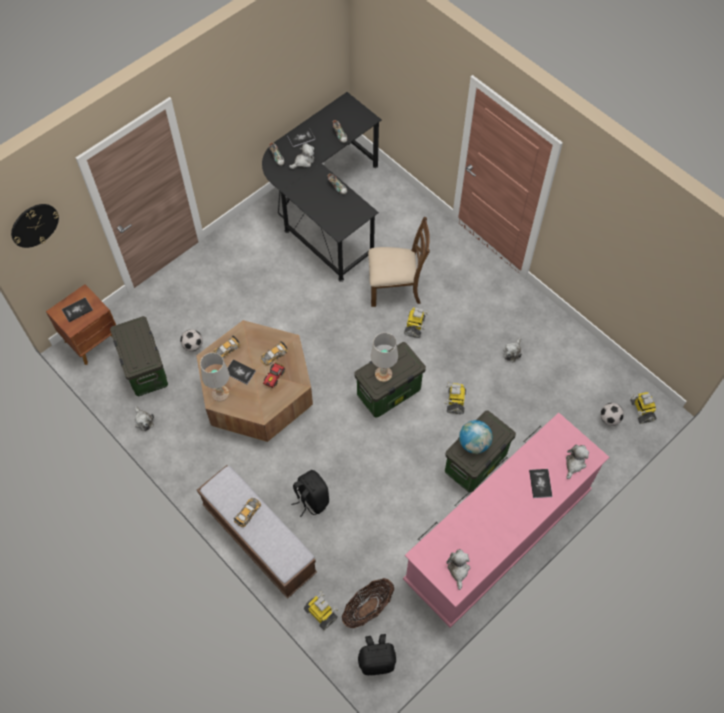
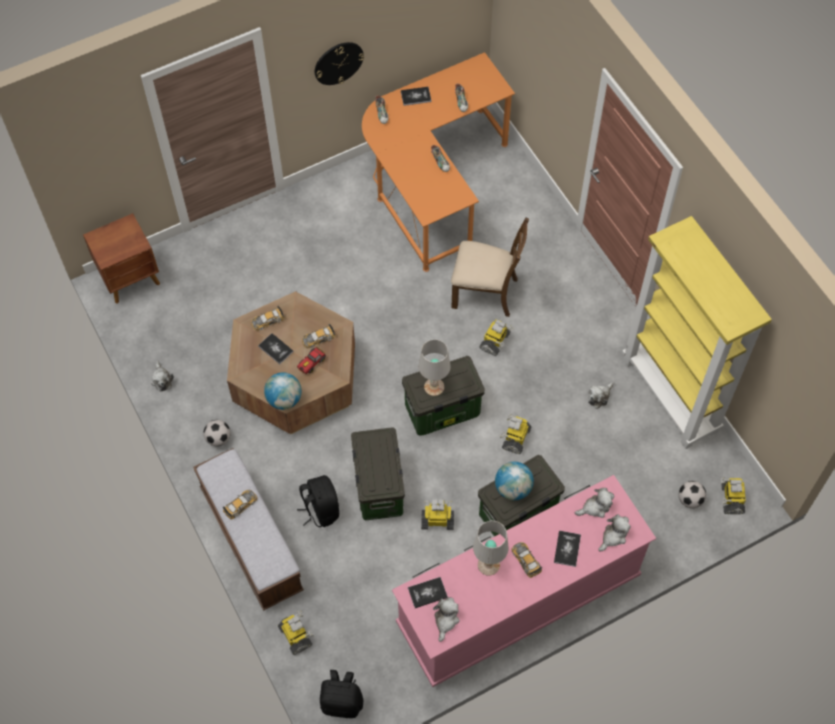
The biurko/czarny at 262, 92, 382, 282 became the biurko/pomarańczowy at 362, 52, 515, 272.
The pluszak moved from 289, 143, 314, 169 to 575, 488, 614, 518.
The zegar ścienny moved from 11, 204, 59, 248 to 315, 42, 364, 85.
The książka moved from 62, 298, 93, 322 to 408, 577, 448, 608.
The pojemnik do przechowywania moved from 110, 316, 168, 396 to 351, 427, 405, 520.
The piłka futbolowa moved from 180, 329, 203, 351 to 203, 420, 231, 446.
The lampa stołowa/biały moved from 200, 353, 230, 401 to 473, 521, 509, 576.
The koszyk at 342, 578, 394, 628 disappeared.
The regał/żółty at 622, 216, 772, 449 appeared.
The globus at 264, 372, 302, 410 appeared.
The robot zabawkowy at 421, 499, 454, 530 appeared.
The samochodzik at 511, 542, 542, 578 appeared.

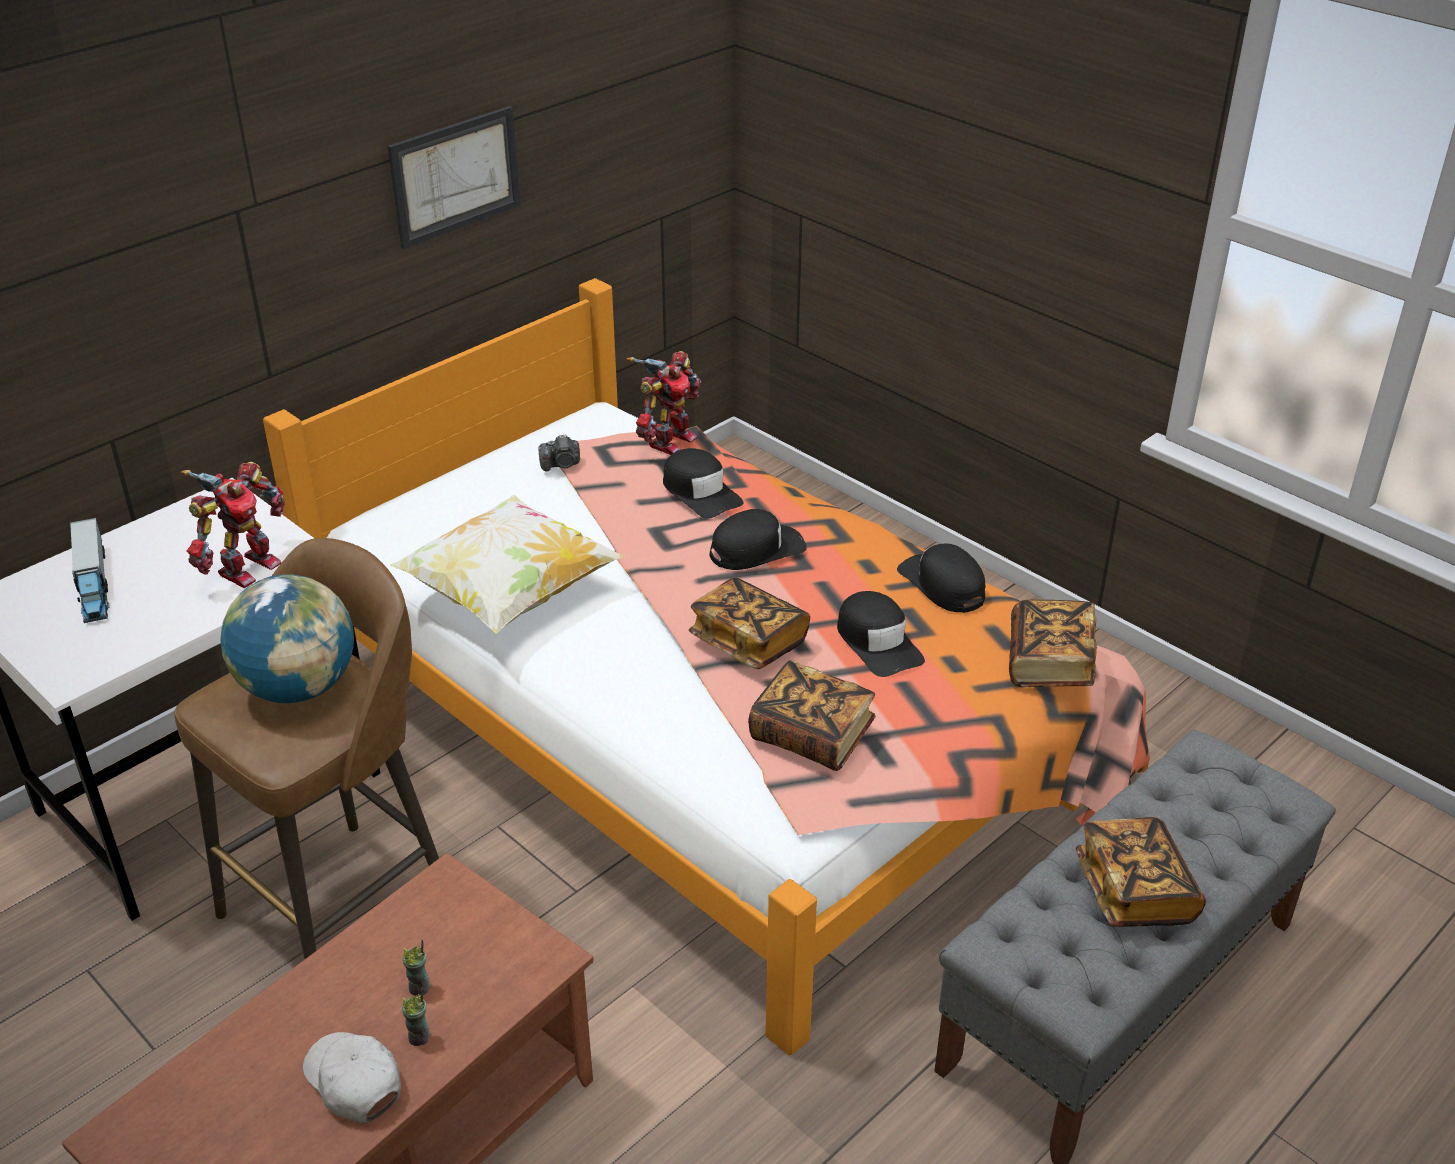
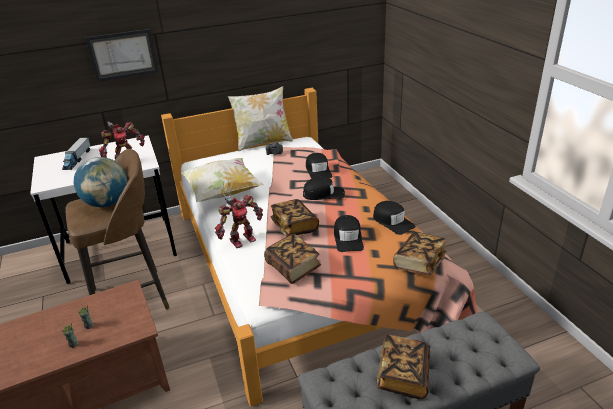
The obraz moved from 388, 106, 521, 249 to 85, 29, 158, 82.
The robot zabawkowy moved from 626, 351, 701, 455 to 215, 194, 263, 248.
The czapka z daszkiem/czarny at 897, 543, 985, 613 turned 150 degrees clockwise.
The czapka z daszkiem/biały at 303, 1032, 401, 1123 disappeared.
The poduszka at 228, 86, 293, 152 appeared.

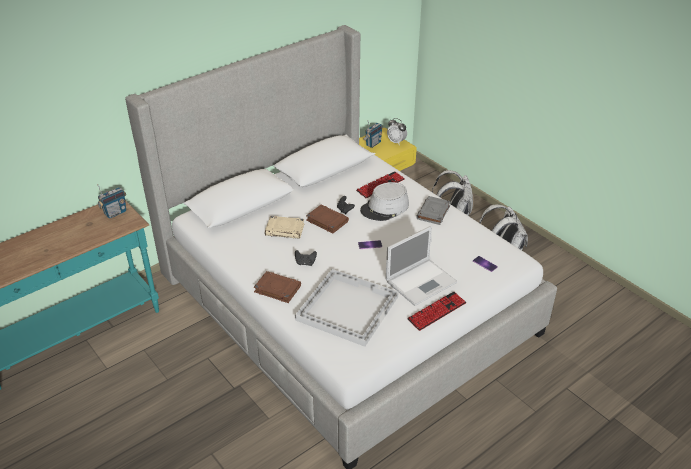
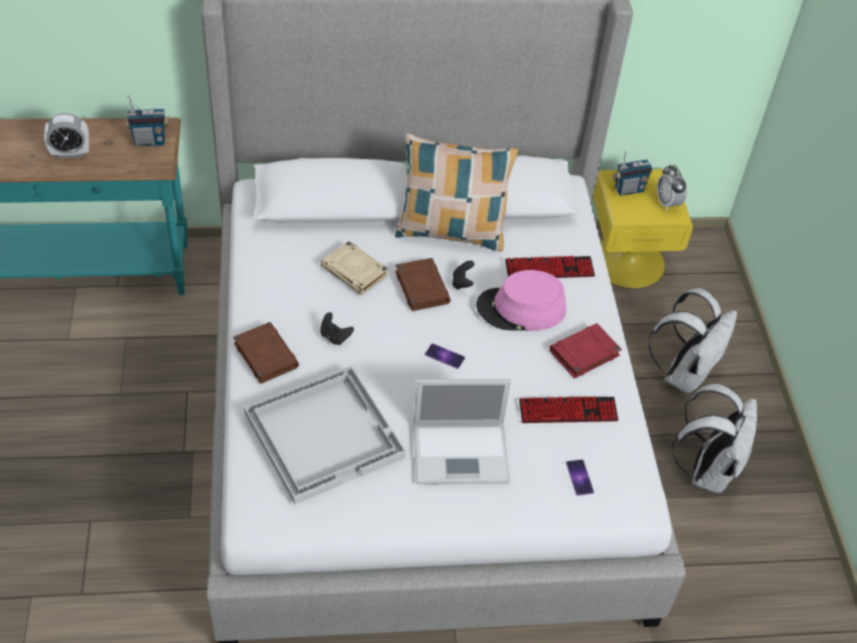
The kapelusz/szary at 360, 182, 409, 221 became the kapelusz/różowy at 476, 270, 566, 331.
The książka/szary at 416, 196, 451, 225 became the książka/czerwony at 550, 323, 622, 379.
The klawiatura moved from 407, 292, 466, 331 to 519, 396, 618, 423.
The budzik at 44, 113, 89, 158 appeared.
The poduszka at 395, 133, 519, 252 appeared.

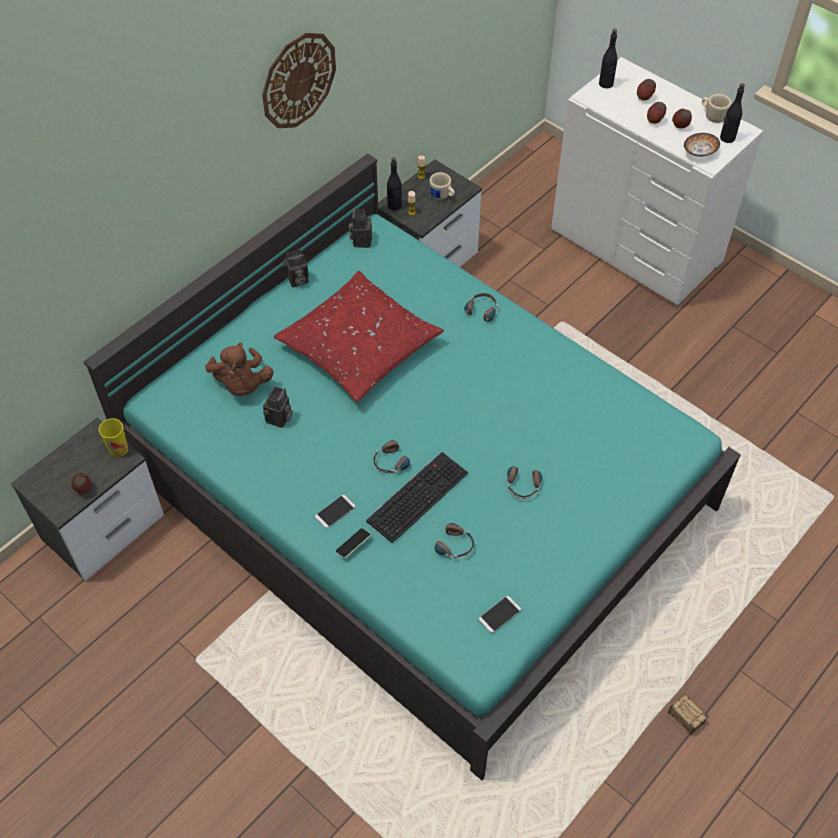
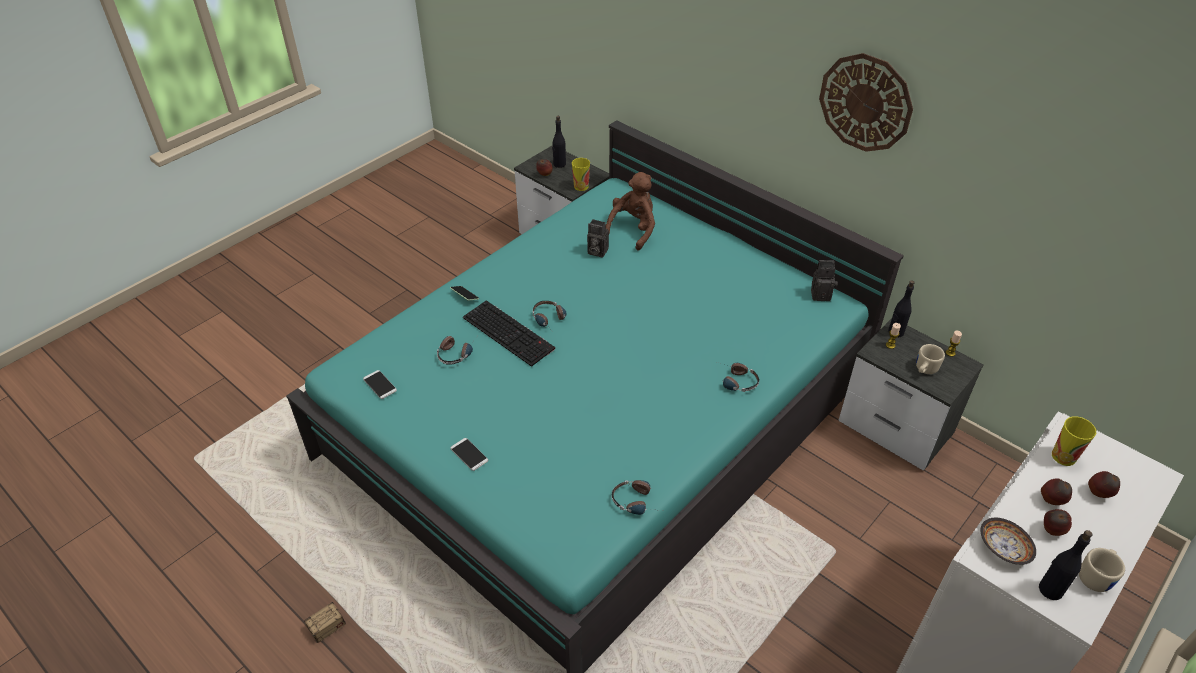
The butelka/czarny moved from 599, 29, 618, 88 to 552, 116, 566, 168.
The aparat fotograficzny at 282, 249, 309, 287 disappeared.
The poduszka/czerwony at 274, 271, 444, 402 disappeared.
The pluszak/brązowy at 205, 343, 273, 396 turned 135 degrees clockwise.
The słuchawki moved from 507, 458, 542, 499 to 612, 480, 662, 515.
The telefon moved from 315, 495, 356, 528 to 451, 438, 488, 471.
The filiżanka at 1052, 416, 1096, 466 appeared.

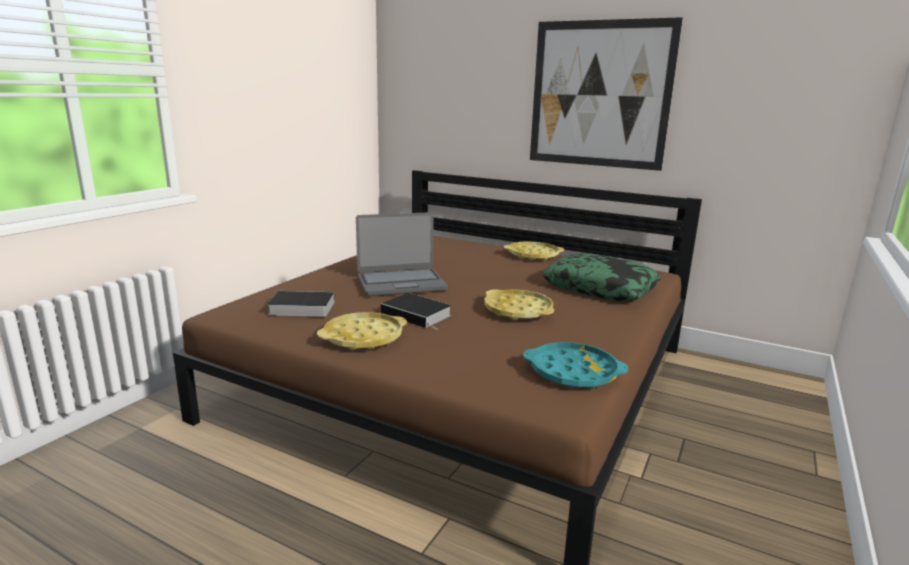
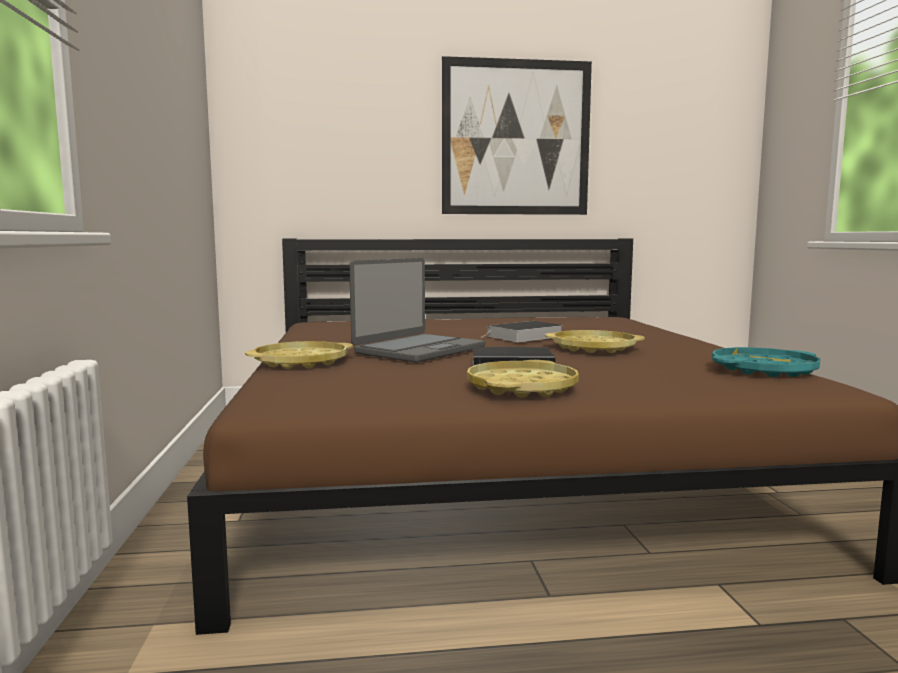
The taca/żółty moved from 504, 241, 564, 260 to 245, 341, 353, 369.
The poduszka at 543, 254, 661, 301 disappeared.
The książka moved from 267, 291, 335, 317 to 480, 321, 563, 342.

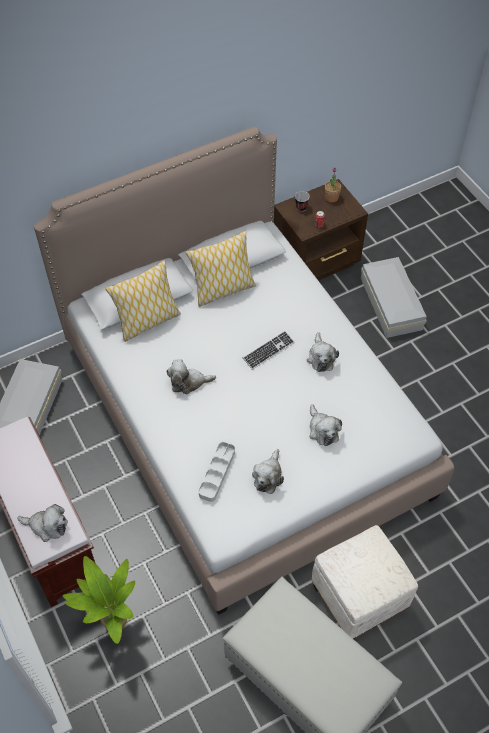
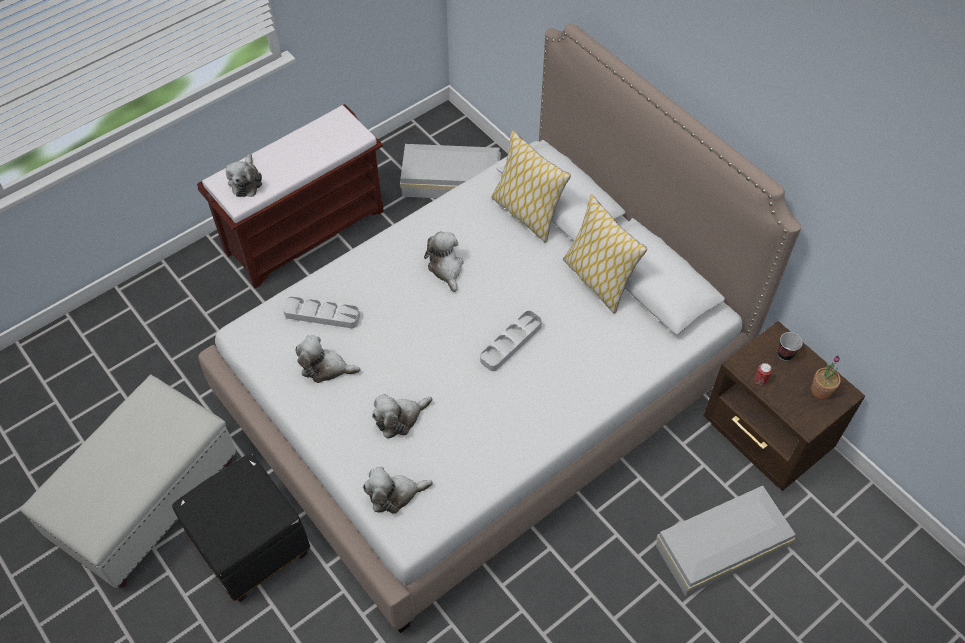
The klawiatura at 243, 331, 294, 370 was replaced by the taca/szary at 480, 311, 542, 371.
The pluszak moved from 307, 332, 339, 372 to 363, 467, 433, 514.
The pufa/biały at 312, 525, 418, 639 became the pufa/czarny at 172, 454, 310, 602.
The roślina doniczkowa at 62, 556, 135, 644 disappeared.

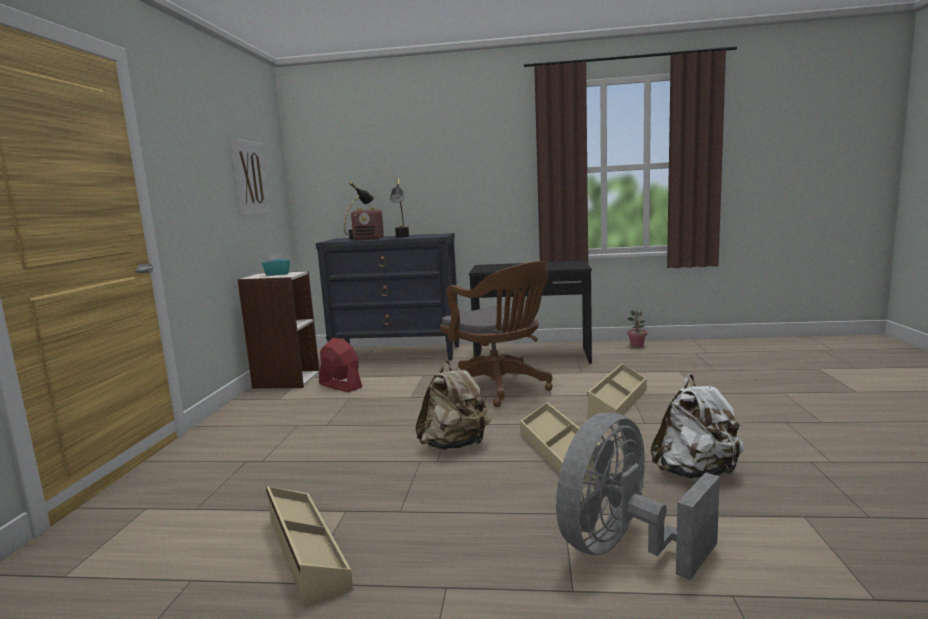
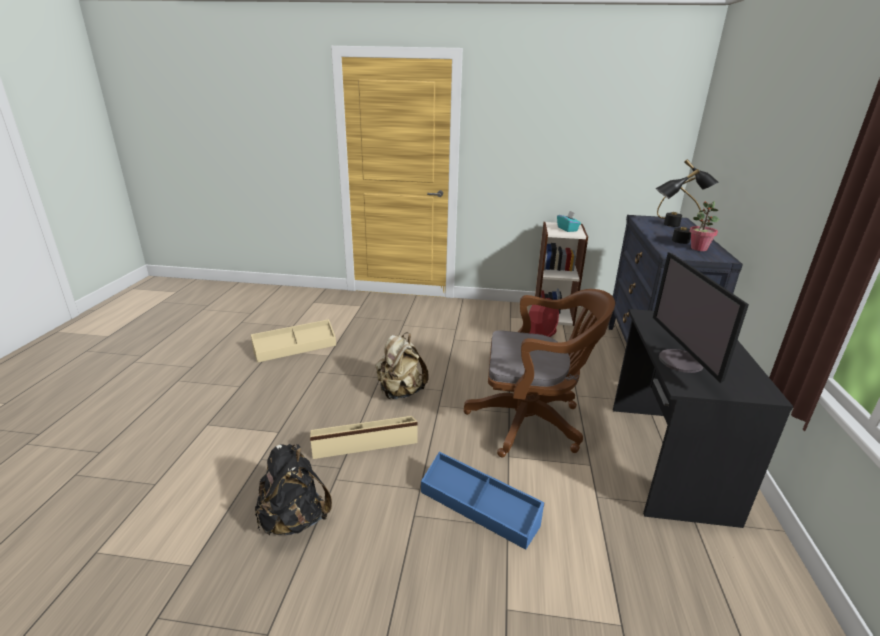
The obraz at 231, 138, 271, 216 disappeared.
The radio at 351, 207, 384, 240 disappeared.
The krzesło biurowe/brązowy at 440, 261, 553, 407 turned 135 degrees counterclockwise.
The roślina doniczkowa moved from 627, 310, 647, 348 to 689, 201, 719, 251.
The pojemnik do przechowywania/beżowy at 588, 363, 647, 423 became the pojemnik do przechowywania/niebieski at 421, 452, 545, 550.
The plecak/biały at 650, 374, 744, 479 became the plecak/czarny at 255, 444, 332, 535.
The wentylator/szary at 556, 413, 720, 580 disappeared.
The monitor at 653, 252, 749, 383 appeared.

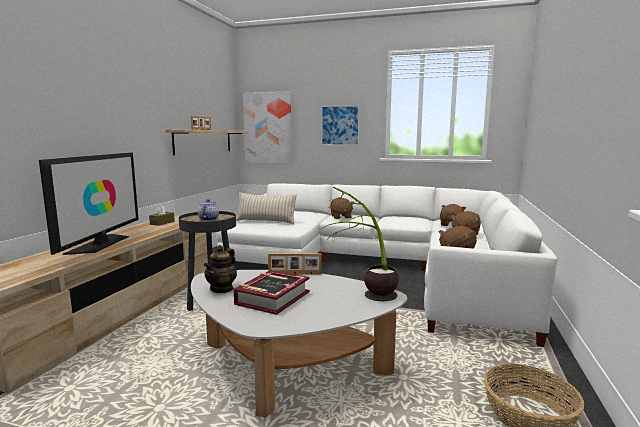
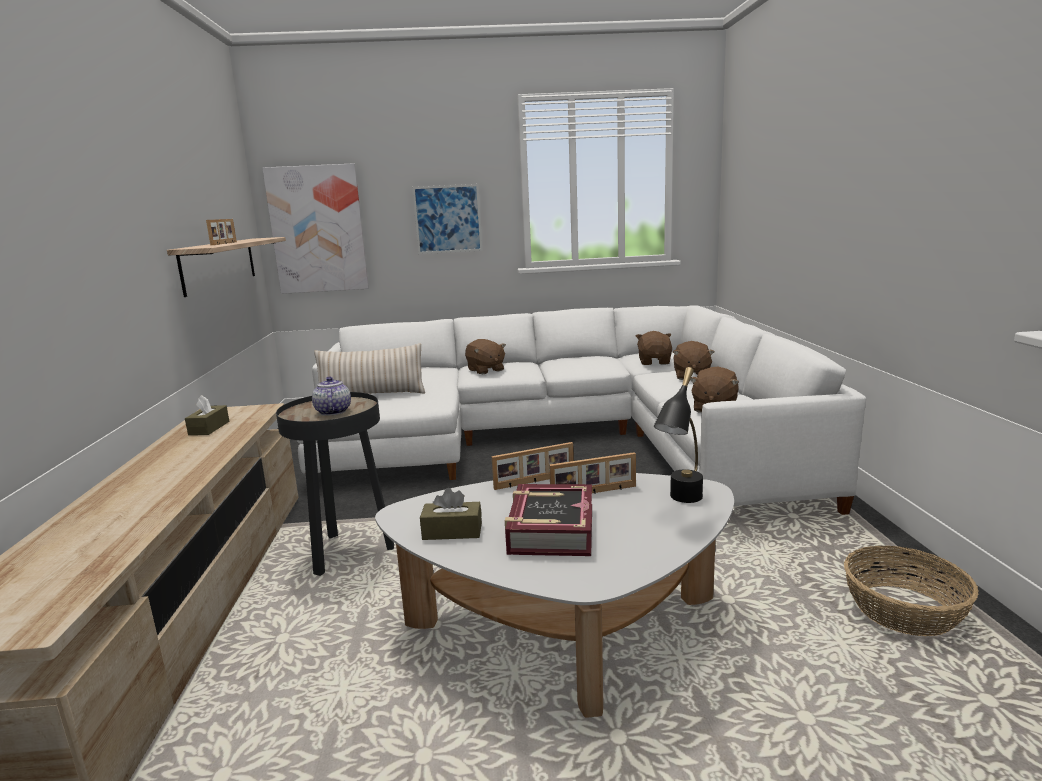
The telewizor at 39, 152, 139, 255 disappeared.
The roślina doniczkowa at 321, 187, 399, 301 was replaced by the lampa stołowa/czarny at 654, 367, 703, 503.
The imbryk at 204, 245, 237, 293 was replaced by the pudełko chusteczek/brązowy at 420, 488, 482, 540.
The ramka na zdjęcie at 549, 452, 636, 494 appeared.

